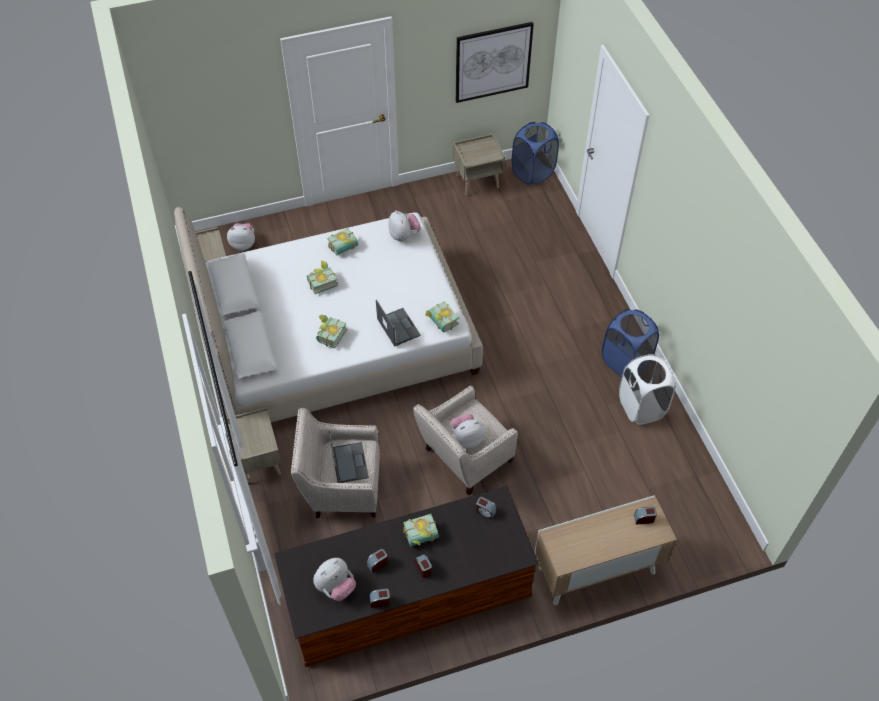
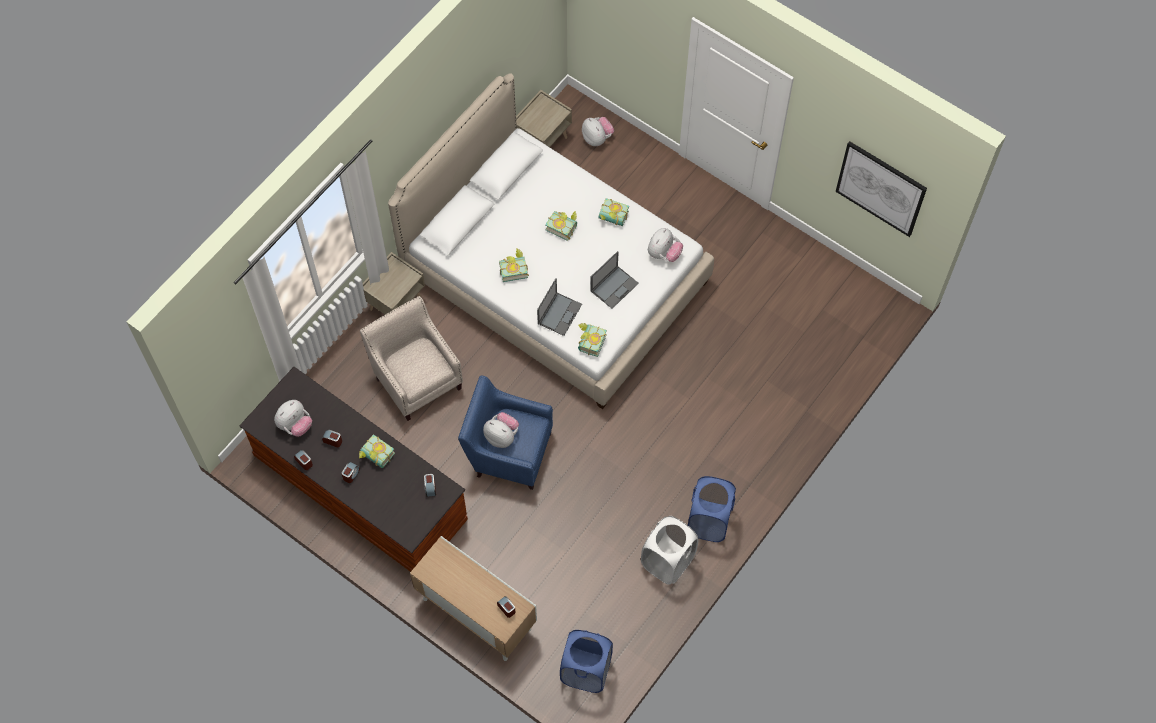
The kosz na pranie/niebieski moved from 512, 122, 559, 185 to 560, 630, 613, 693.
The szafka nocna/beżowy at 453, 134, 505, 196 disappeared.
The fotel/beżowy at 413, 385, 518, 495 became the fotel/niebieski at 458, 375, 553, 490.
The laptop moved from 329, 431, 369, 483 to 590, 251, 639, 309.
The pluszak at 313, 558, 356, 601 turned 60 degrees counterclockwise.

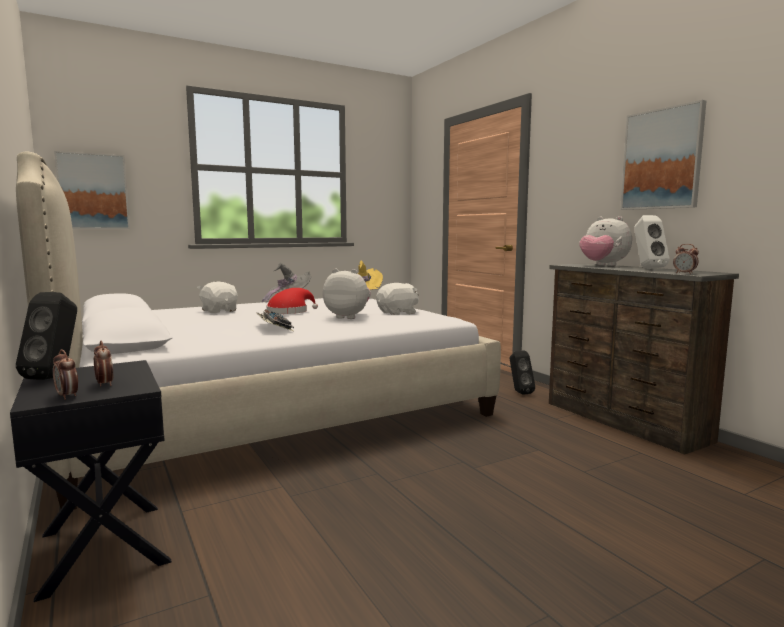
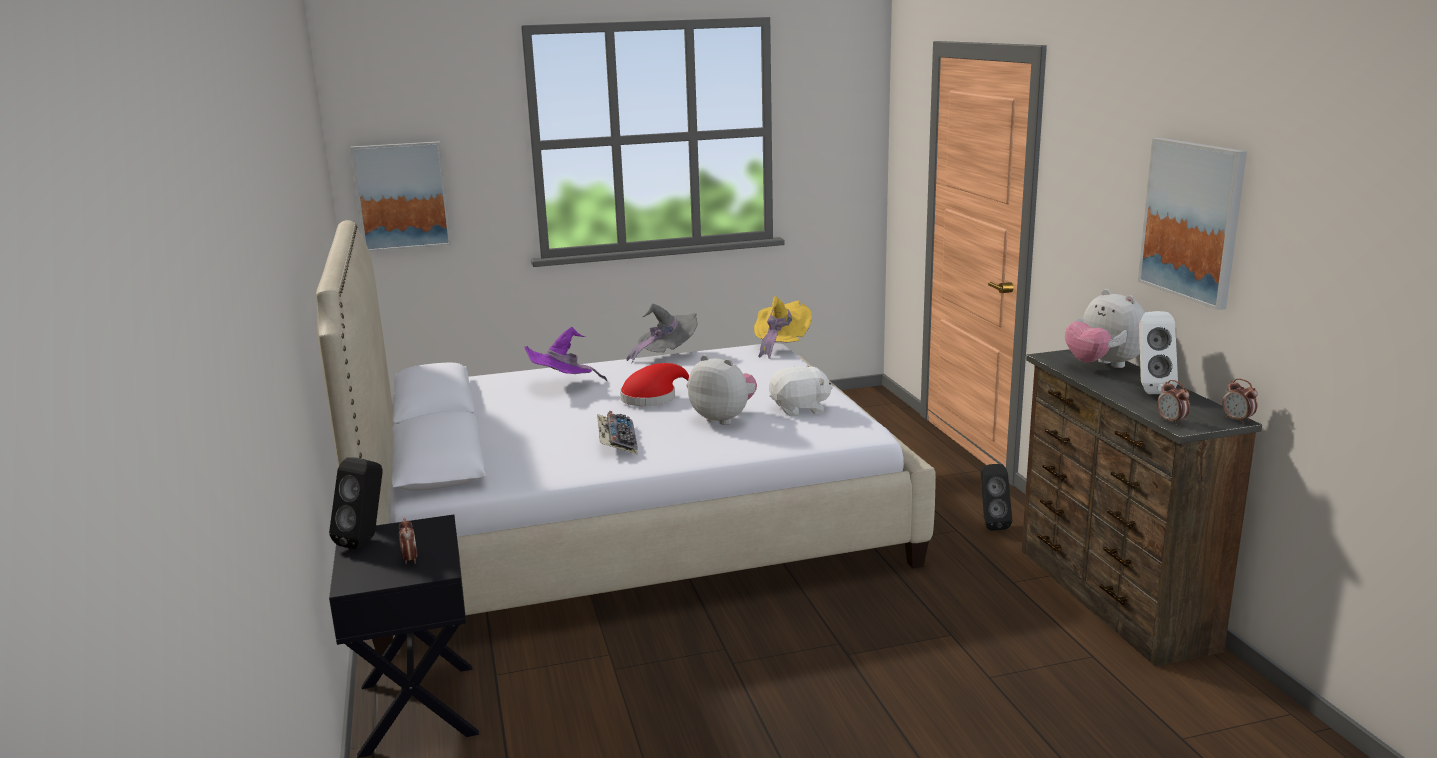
The pluszak/biały at 197, 281, 238, 313 was replaced by the kapelusz/fioletowy at 524, 327, 608, 381.
The budzik moved from 53, 349, 78, 400 to 1223, 379, 1258, 424.

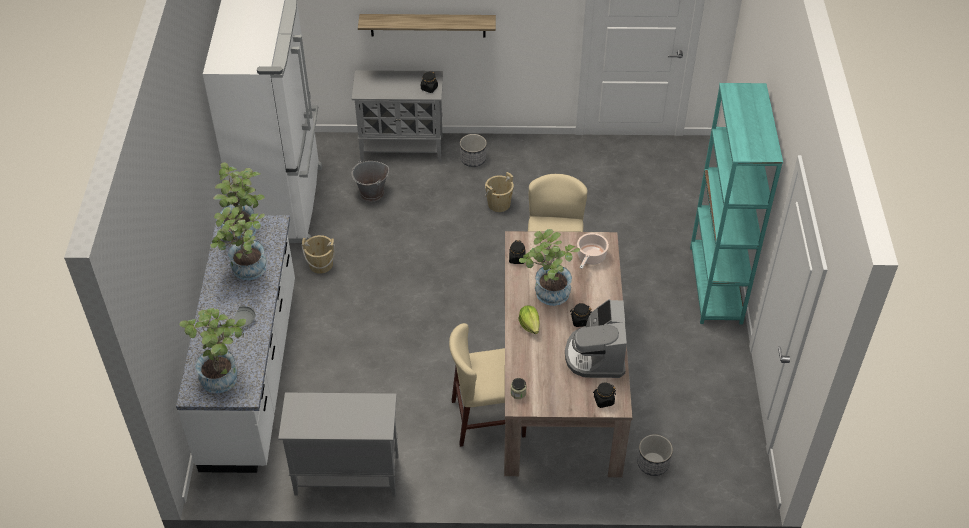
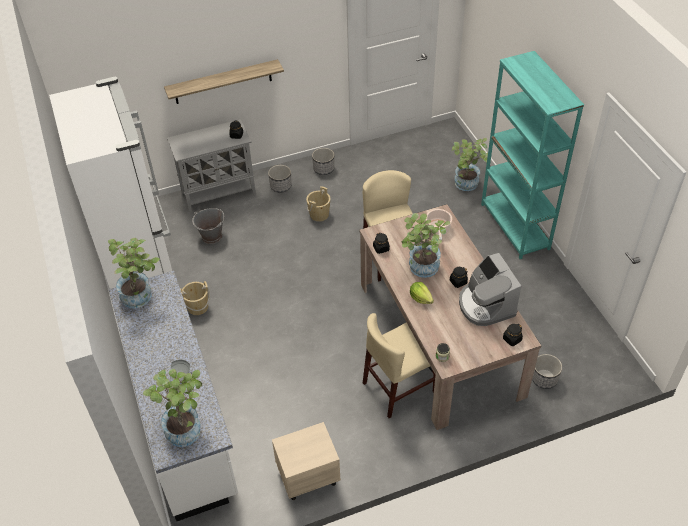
The roślina doniczkowa moved from 210, 207, 267, 280 to 452, 138, 488, 191.
The szafka/szary at 278, 392, 399, 497 was replaced by the szafka nocna/beżowy at 272, 422, 341, 500.
The donica at 312, 148, 335, 175 appeared.

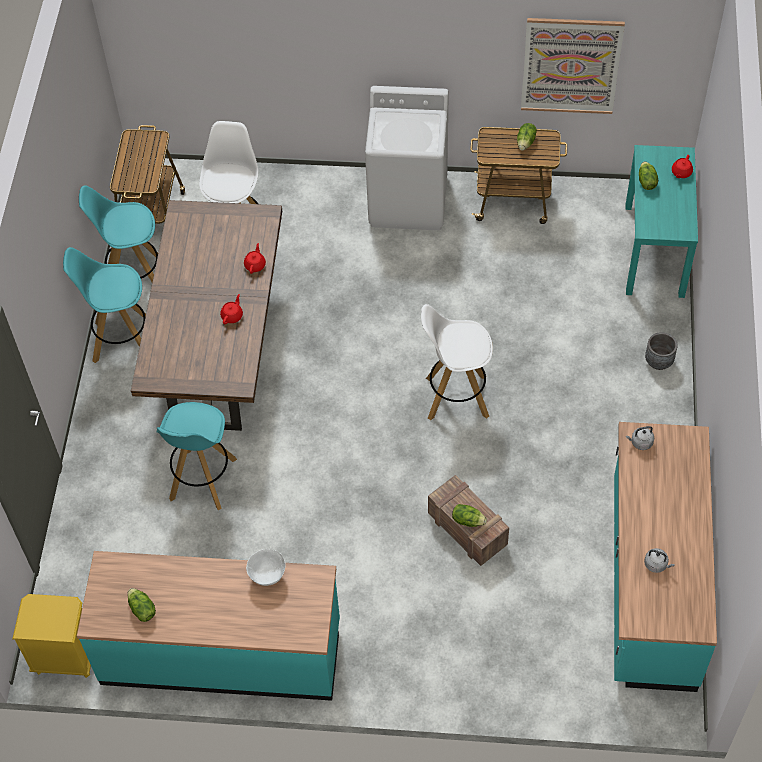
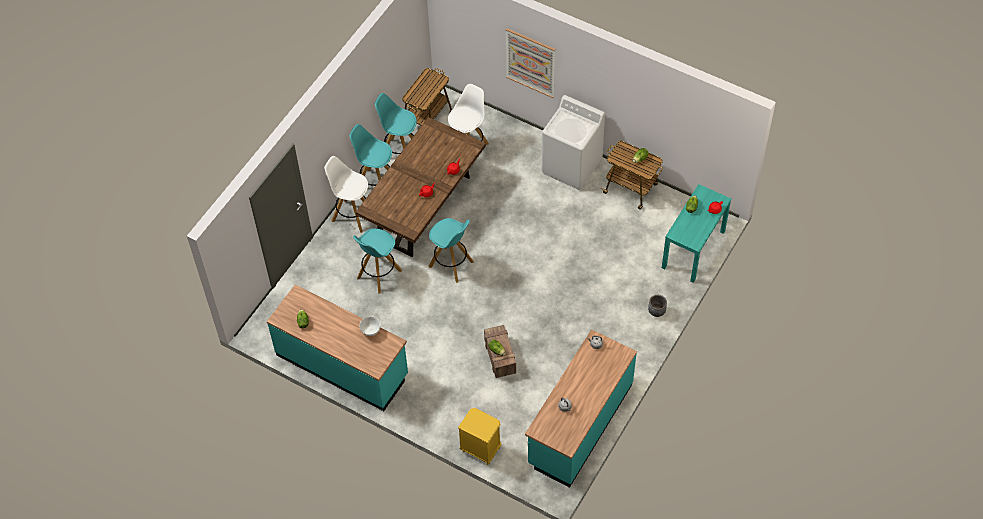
The obraz moved from 521, 18, 625, 114 to 505, 28, 555, 98.
The stołek/biały moved from 421, 304, 493, 420 to 324, 156, 368, 233.
The szafka nocna/żółty moved from 12, 594, 91, 678 to 458, 408, 501, 465.
The stołek/turkusowy at 429, 218, 474, 283 appeared.

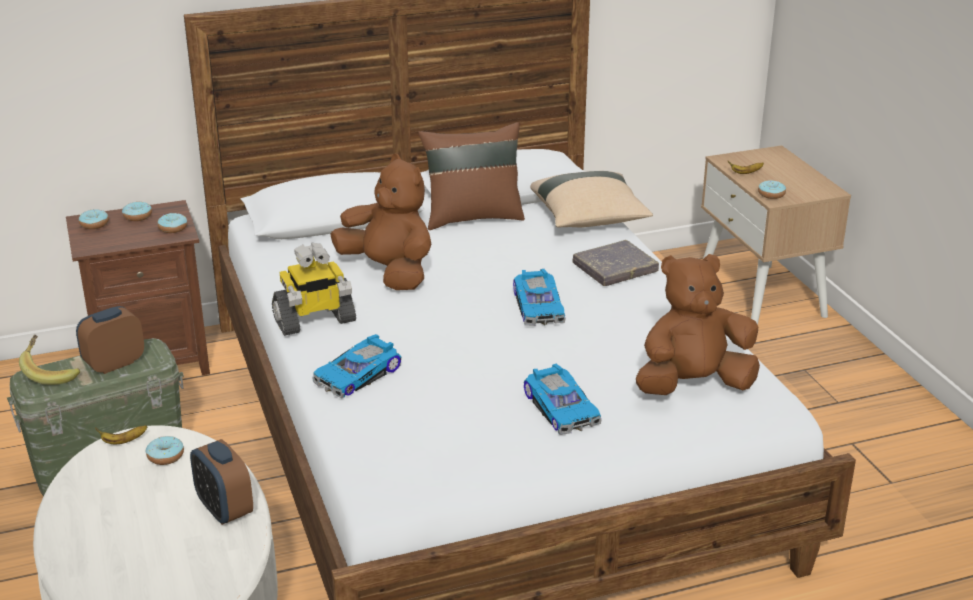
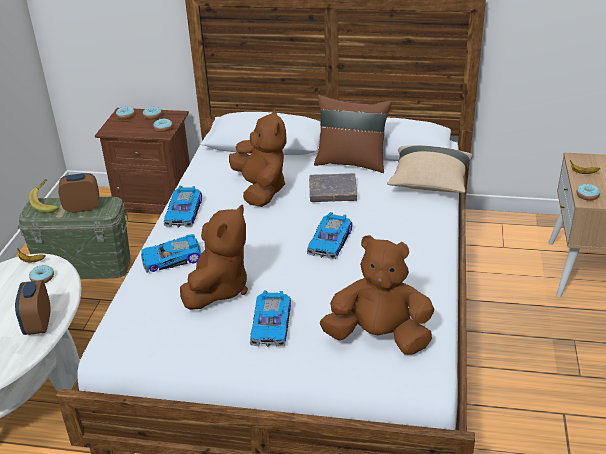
The książka/szary moved from 573, 240, 659, 286 to 309, 173, 357, 202.
The robot zabawkowy at 272, 242, 356, 336 was replaced by the samochodzik at 164, 186, 202, 227.
The pluszak/brązowy at 180, 205, 248, 310 appeared.

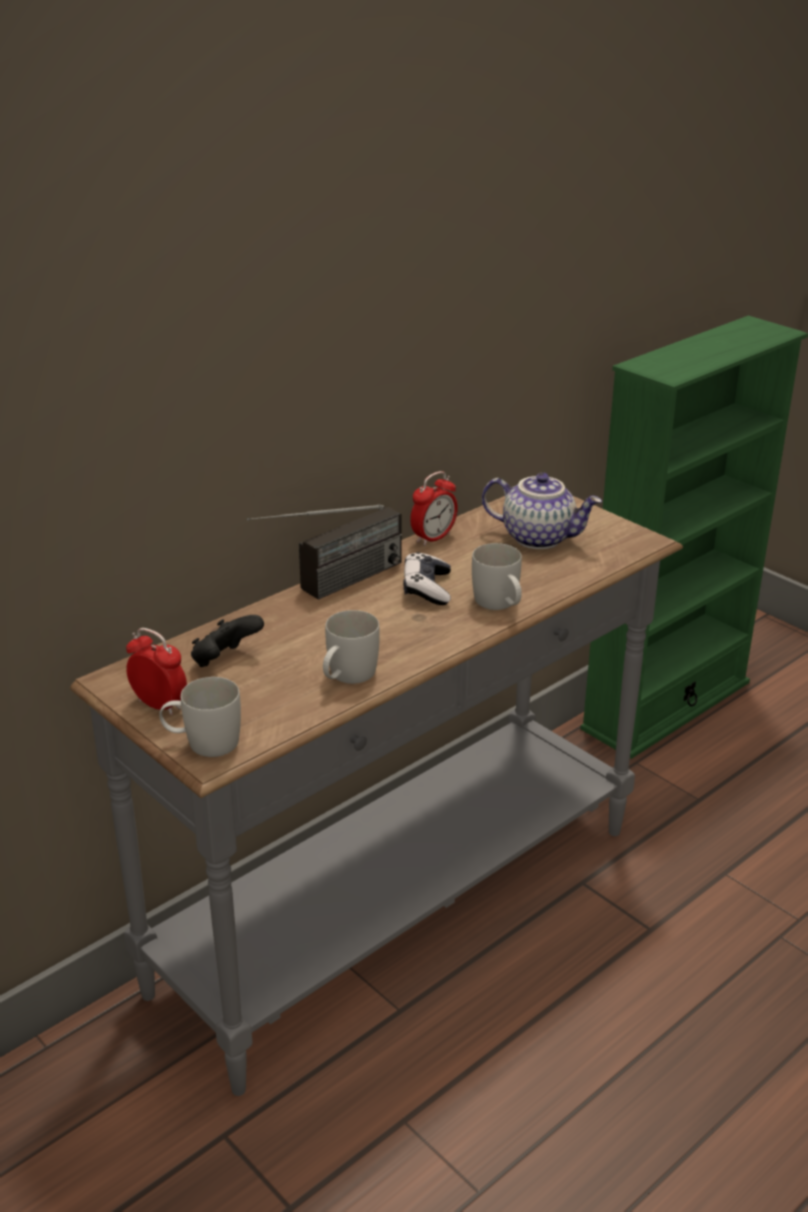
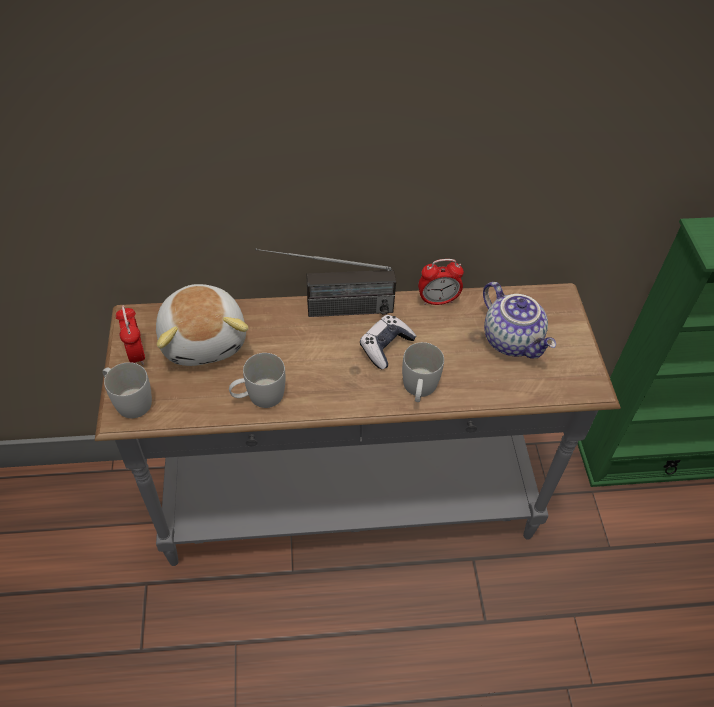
The pad do gier/czarny at 191, 615, 264, 667 was replaced by the pluszak at 156, 284, 248, 366.

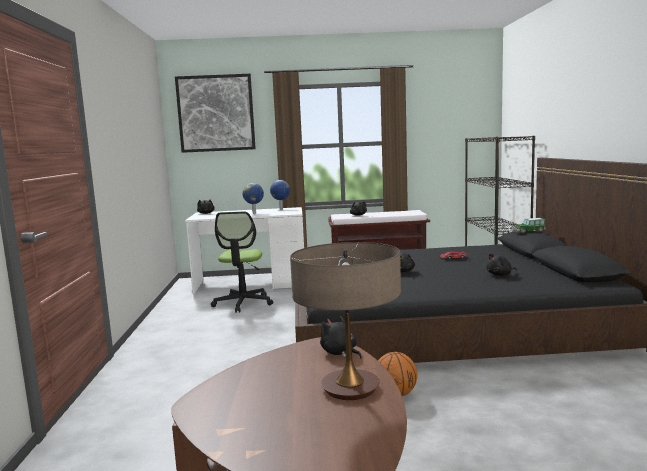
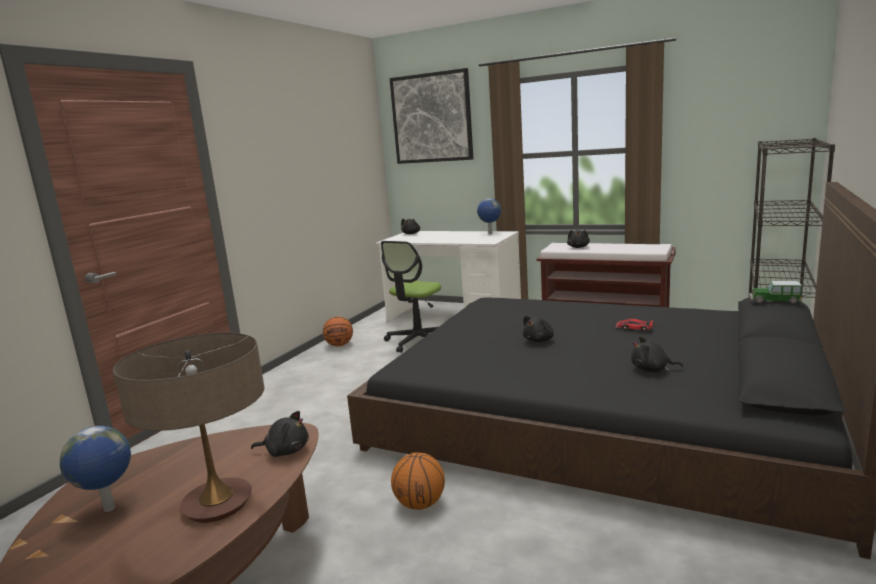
The globus moved from 243, 183, 264, 214 to 60, 426, 131, 512.
The pluszak/czarny at 320, 316, 362, 358 turned 105 degrees clockwise.
The piłka do koszykówki at 323, 317, 353, 346 appeared.

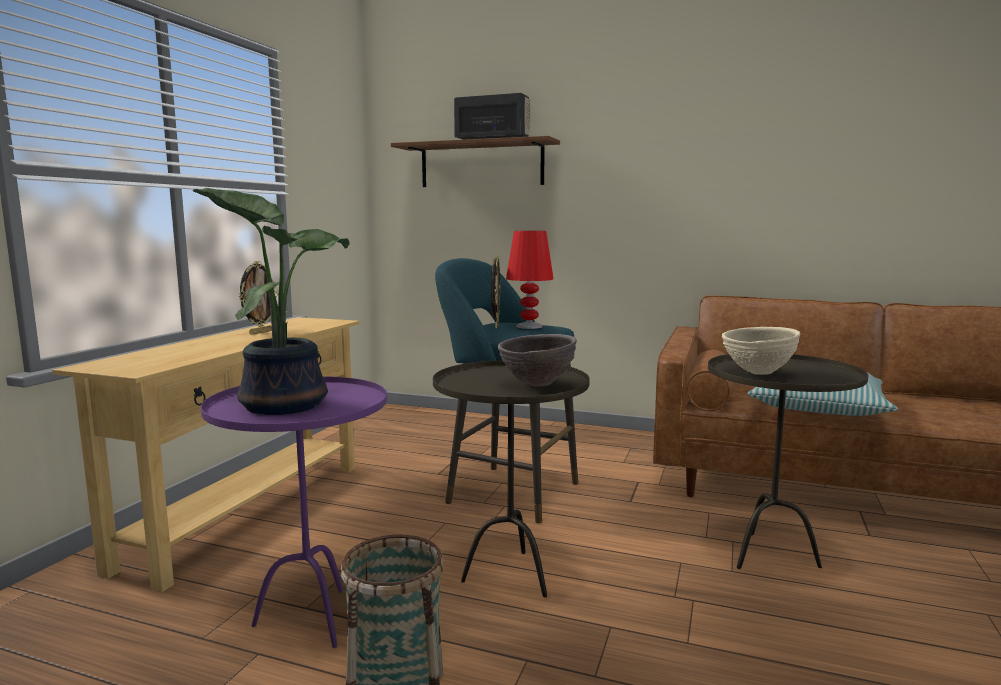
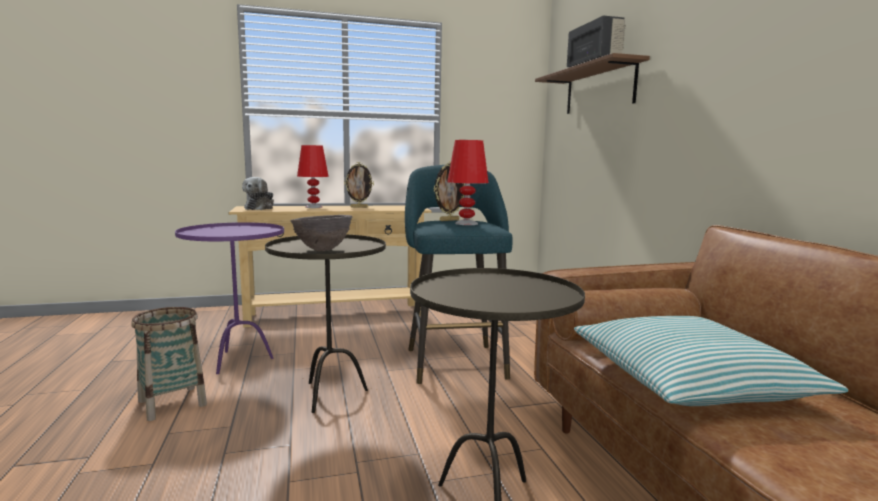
The roślina doniczkowa at 192, 188, 350, 415 disappeared.
The miska/beżowy at 722, 327, 800, 375 disappeared.
The lampa stołowa/czerwony at 297, 145, 329, 208 appeared.
The pluszak at 242, 177, 274, 210 appeared.

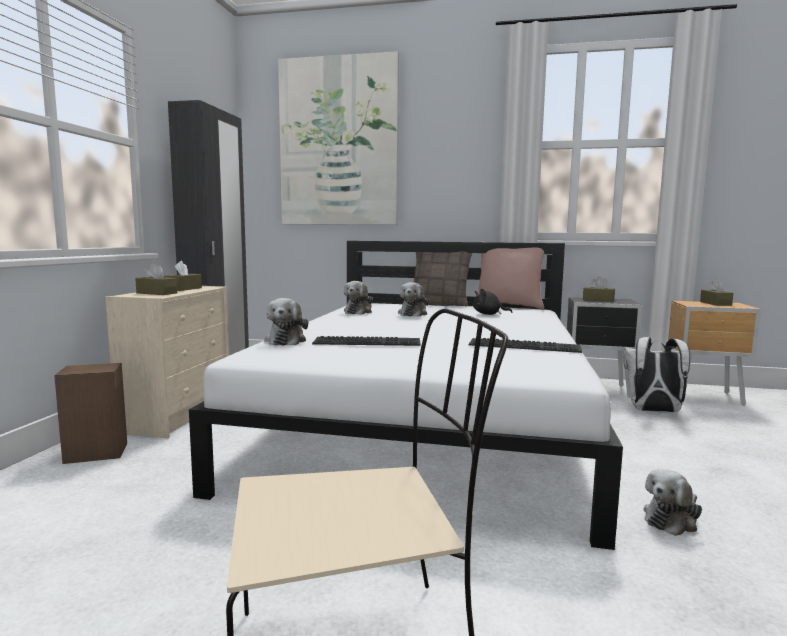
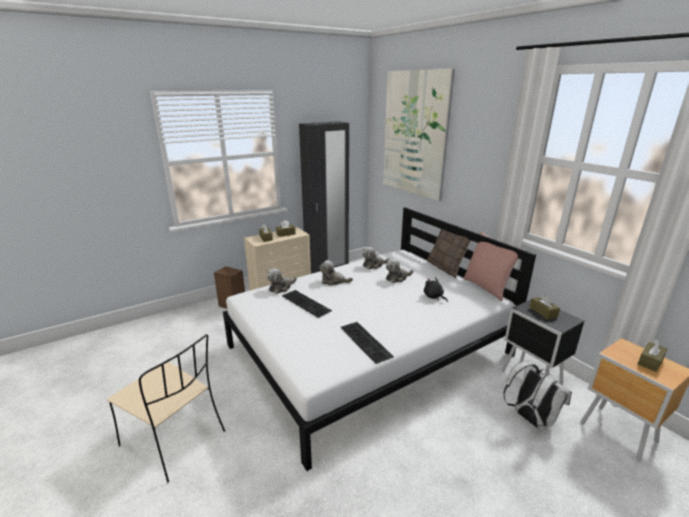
The pluszak moved from 643, 469, 702, 536 to 320, 260, 353, 286.

